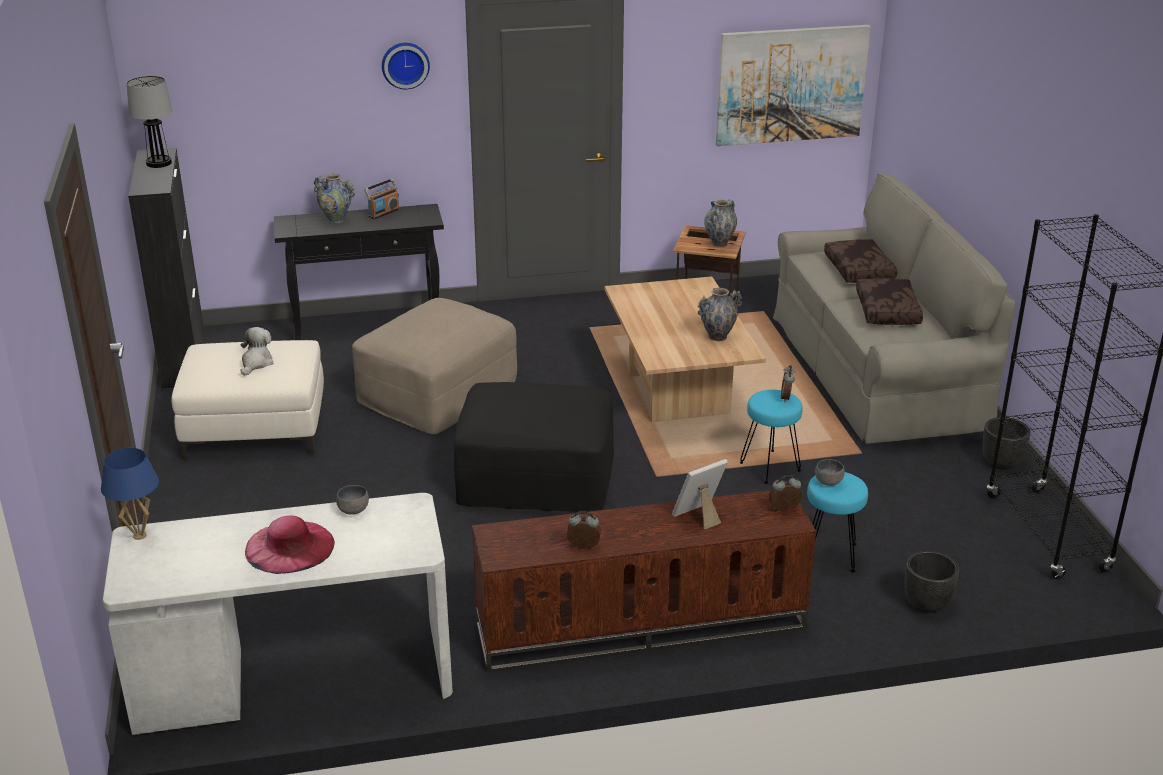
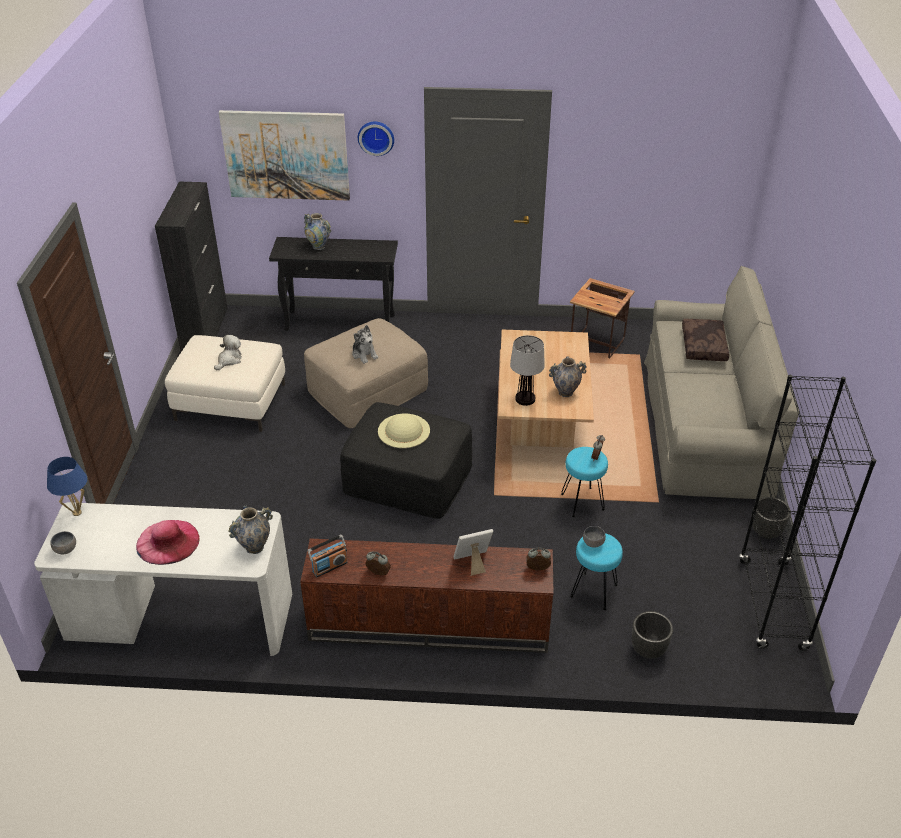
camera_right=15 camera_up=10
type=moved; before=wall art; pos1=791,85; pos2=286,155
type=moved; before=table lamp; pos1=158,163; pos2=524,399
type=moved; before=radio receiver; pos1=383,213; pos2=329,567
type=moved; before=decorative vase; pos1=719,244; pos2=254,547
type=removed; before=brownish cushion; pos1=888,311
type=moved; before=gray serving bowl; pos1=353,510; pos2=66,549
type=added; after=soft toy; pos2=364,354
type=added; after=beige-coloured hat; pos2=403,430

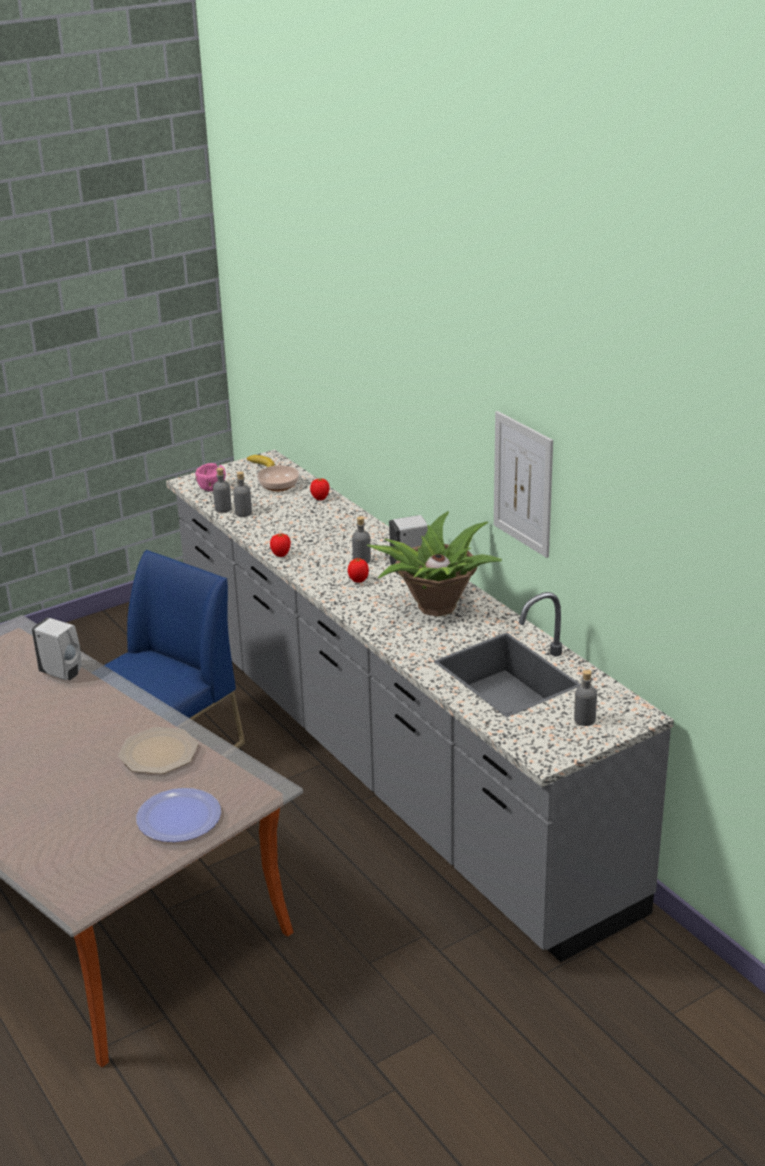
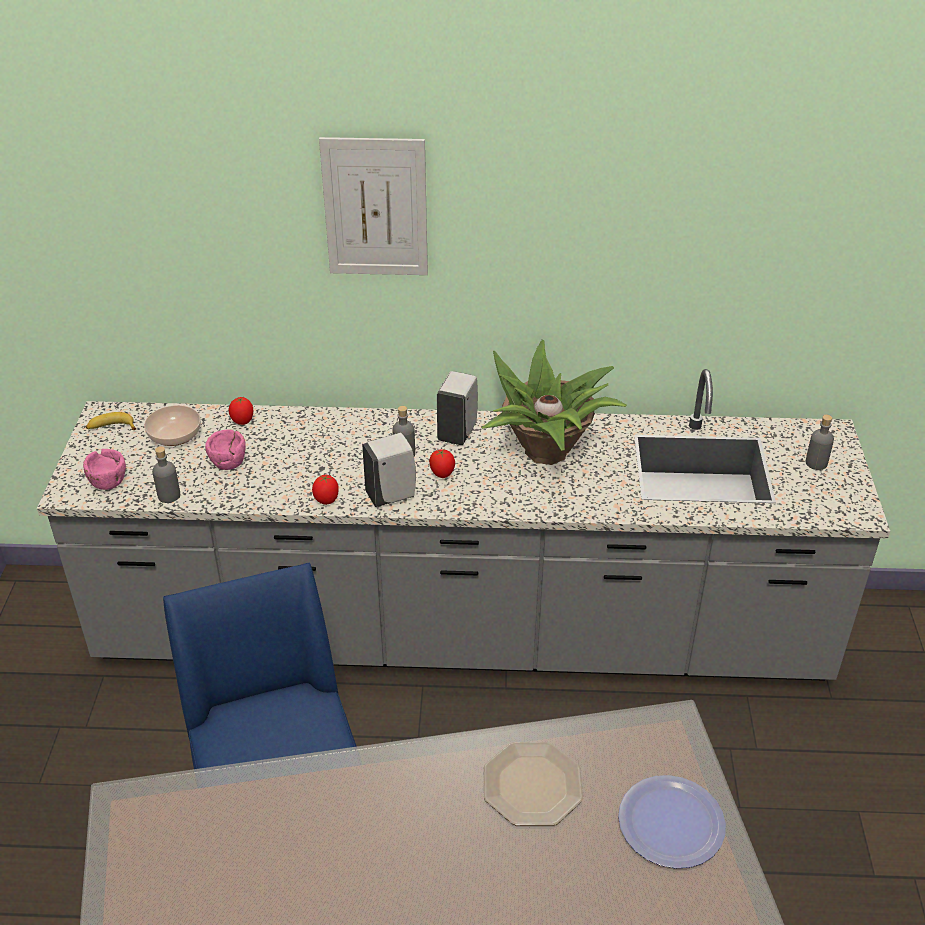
camera_right=-55 camera_up=10
type=moved; before=wall art; pos1=523,484; pos2=375,208
type=removed; before=gray bottle; pos1=243,513
type=moved; before=whitish soap bottle; pos1=62,673; pos2=392,495
type=added; after=pinkish serving bowl; pos2=228,462

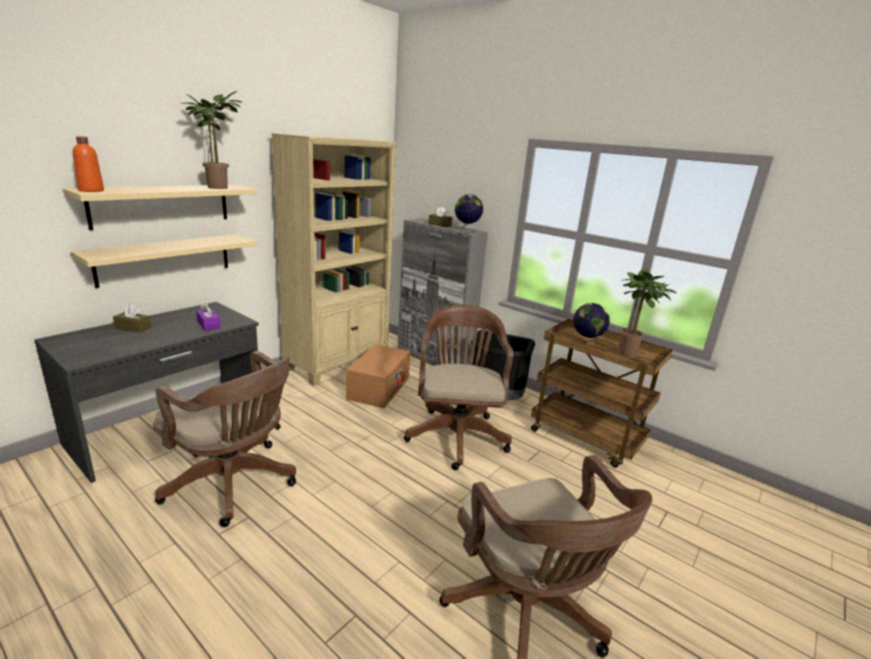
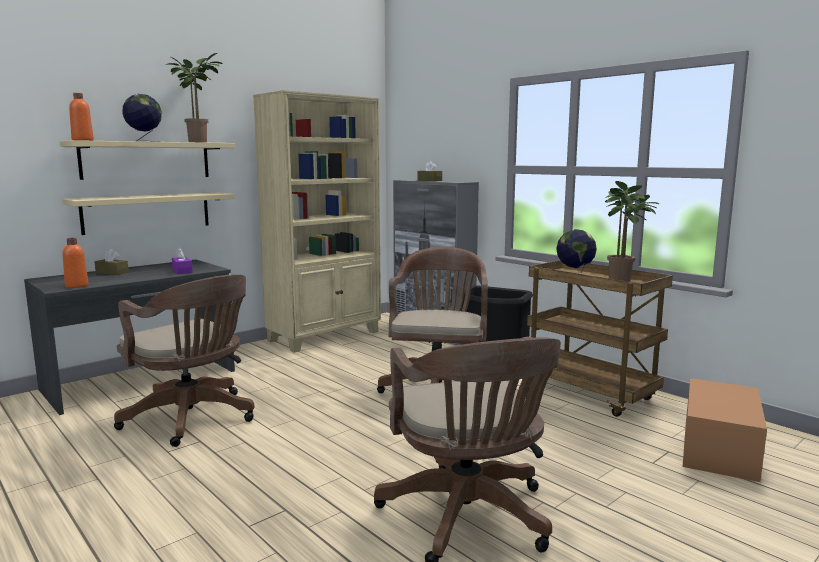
camera_right=10 camera_up=-10
type=moved; before=desk globe; pos1=466,231; pos2=144,141
type=moved; before=cardboard box; pos1=378,388; pos2=719,449
type=added; after=orange-coloured bottle; pos2=77,286

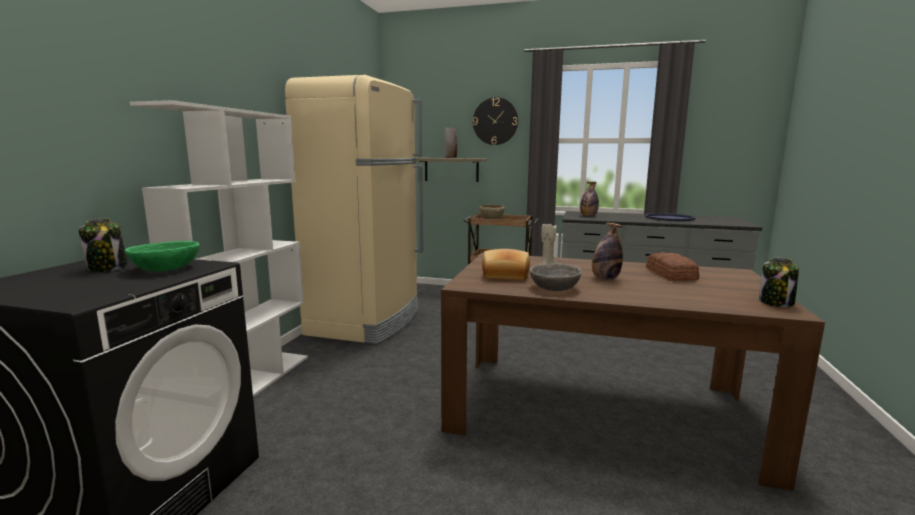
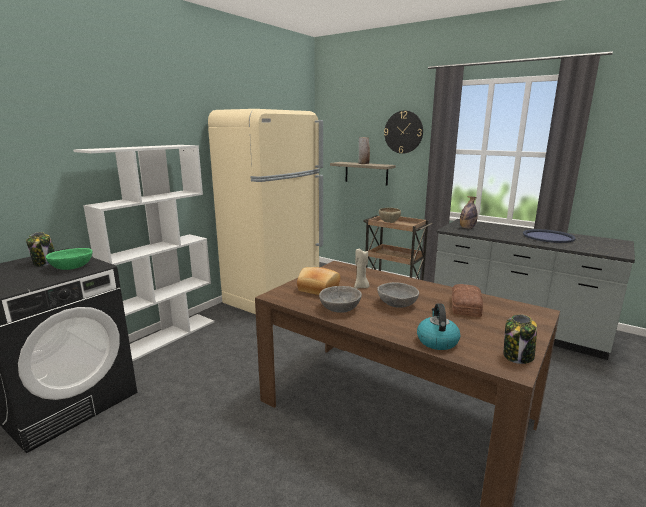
camera_right=20 camera_up=5
type=replaced; before=bottle; after=gray serving bowl; pos1=605,279; pos2=396,304
type=added; after=water kettle; pos2=437,341

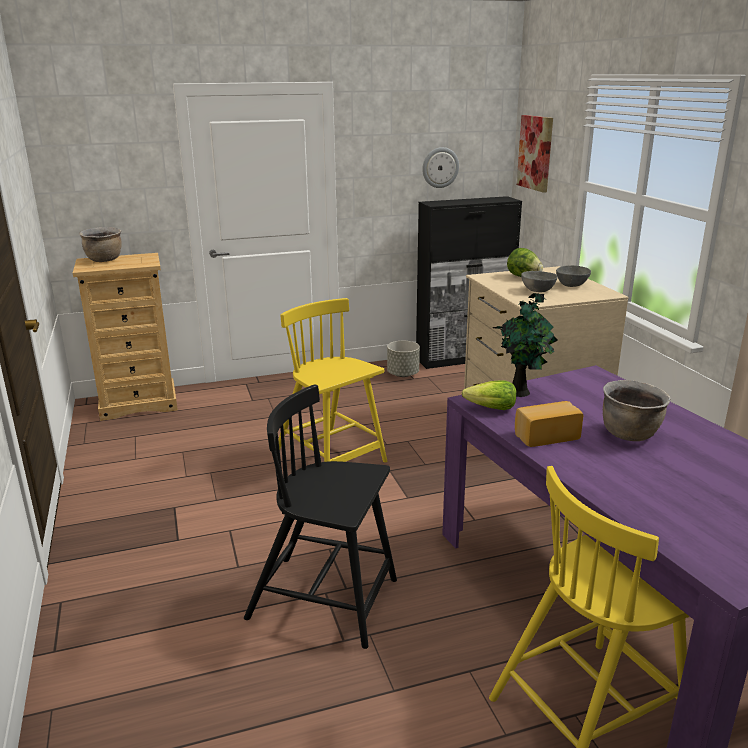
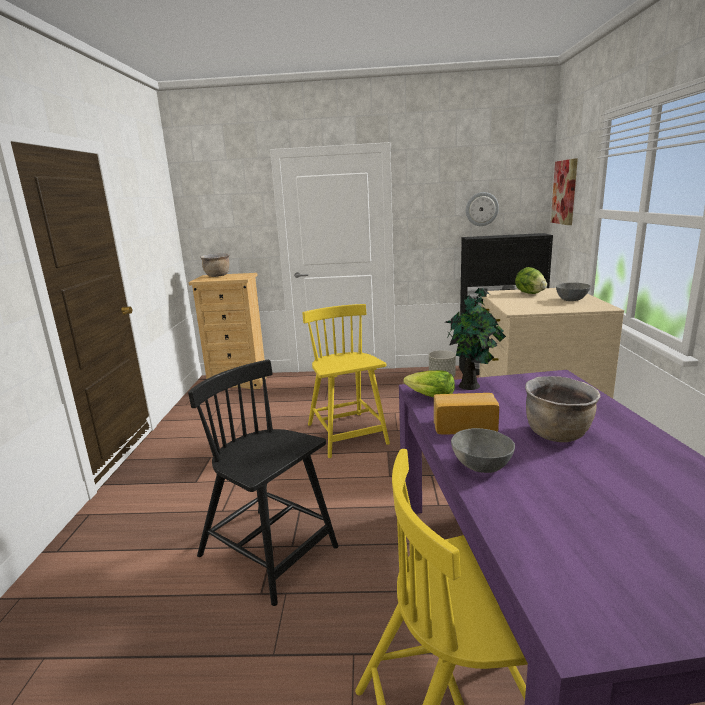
camera_right=20 camera_up=-5
type=moved; before=gray serving bowl; pos1=537,290; pos2=480,466

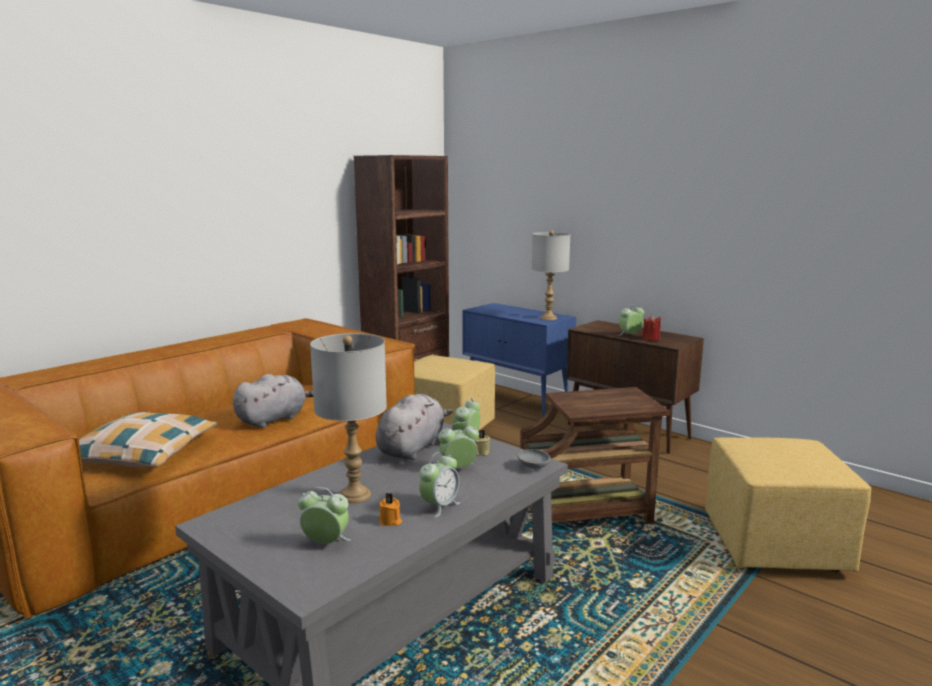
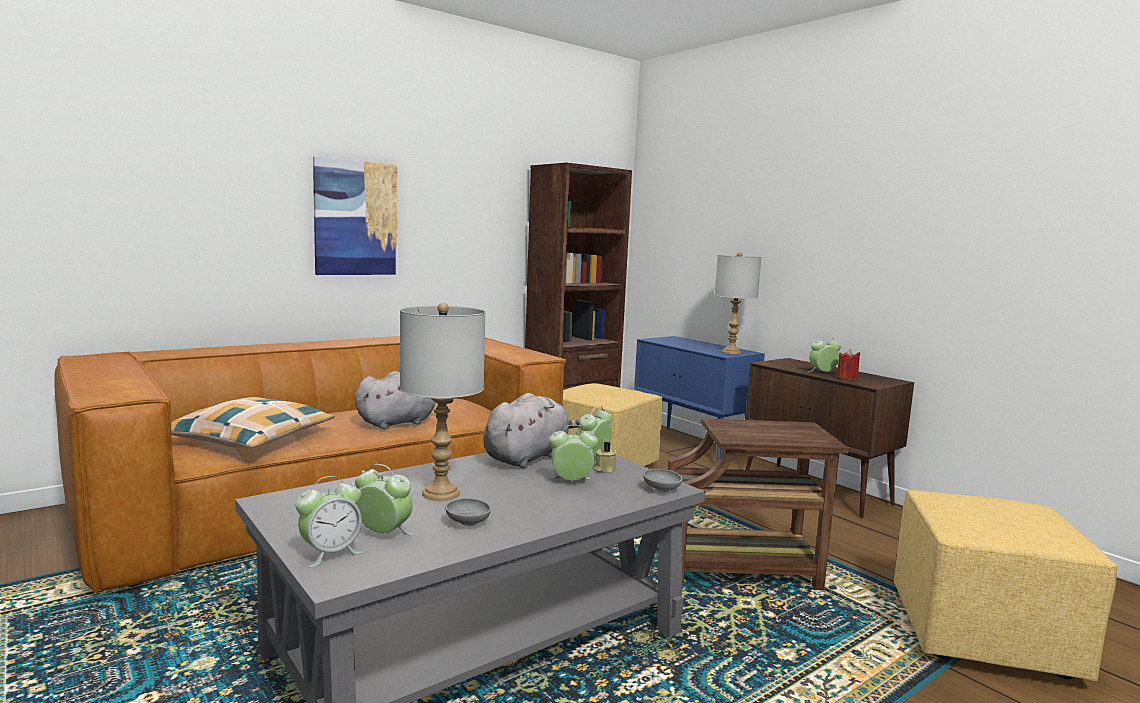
camera_right=10 camera_up=-5
type=moved; before=table clock; pos1=440,506; pos2=330,554
type=replaced; before=orange-coloured wax light; after=gray serving bowl; pos1=390,521; pos2=468,522
type=added; after=wall art; pos2=356,218

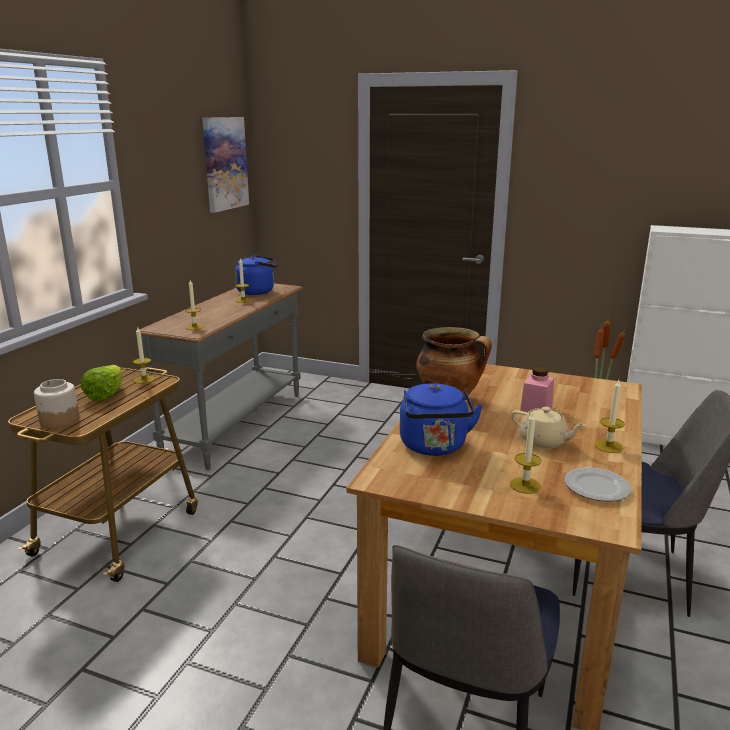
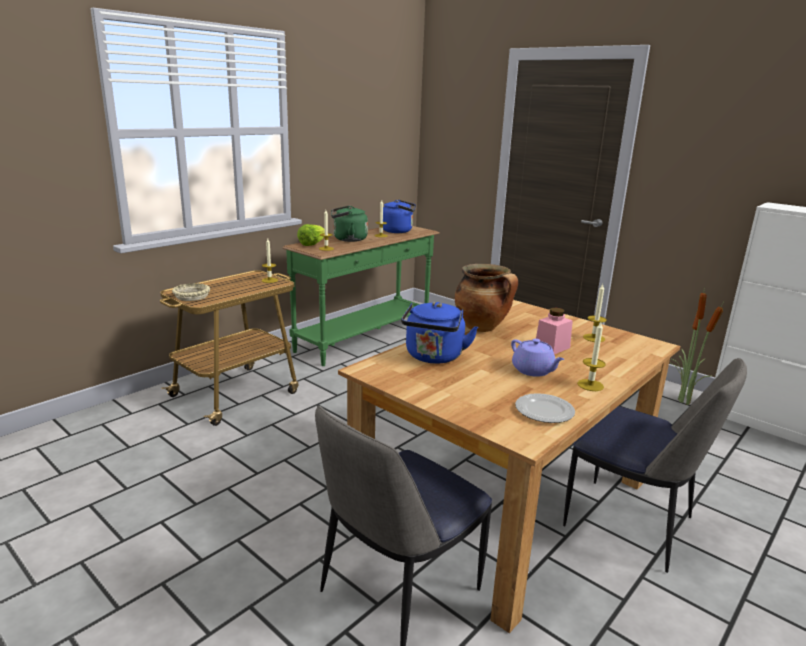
camera_right=20 camera_up=0
type=removed; before=wall art; pos1=225,163
type=recoloured; before=gray narrow table; after=green-coloured narrow table; pos1=237,424; pos2=365,338
type=moved; before=lettuce head; pos1=106,395; pos2=312,244
type=replaced; before=preserve jar; after=beige-coloured serving bowl; pos1=59,420; pos2=191,296
type=recoloured; before=beige-coloured pot for tea; after=purplish pot for tea; pos1=544,441; pos2=533,371
type=moved; before=wax light; pos1=525,485; pos2=594,338
type=added; after=green-coloured water kettle; pos2=348,239

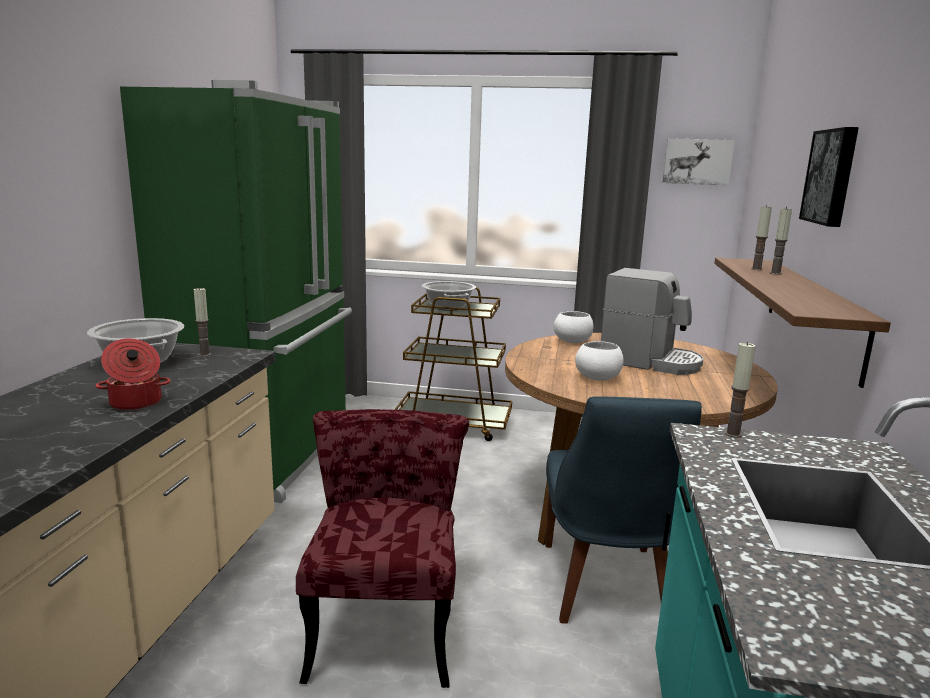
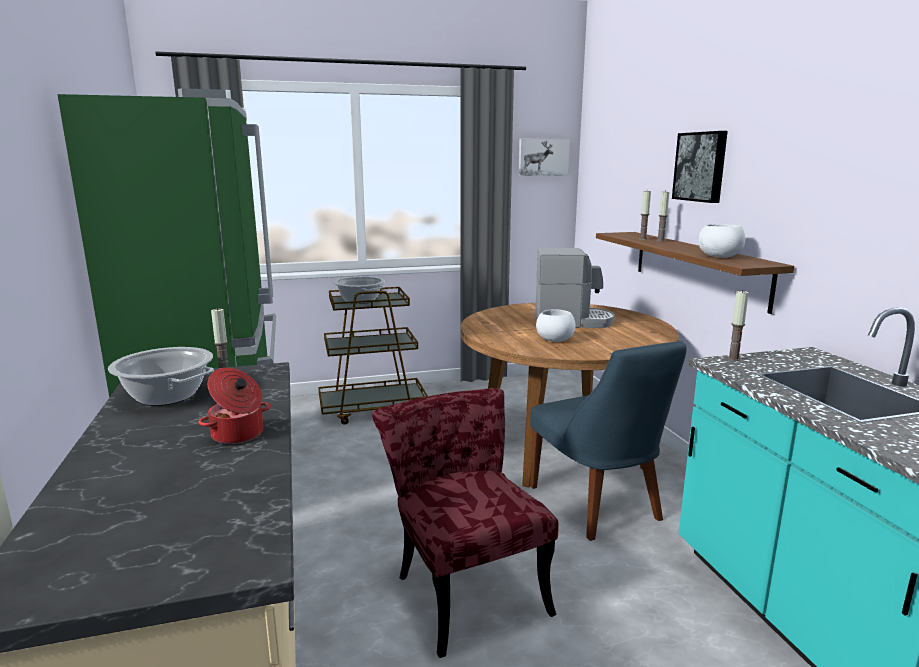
camera_right=-25 camera_up=0
type=moved; before=whitish serving bowl; pos1=572,341; pos2=719,256

